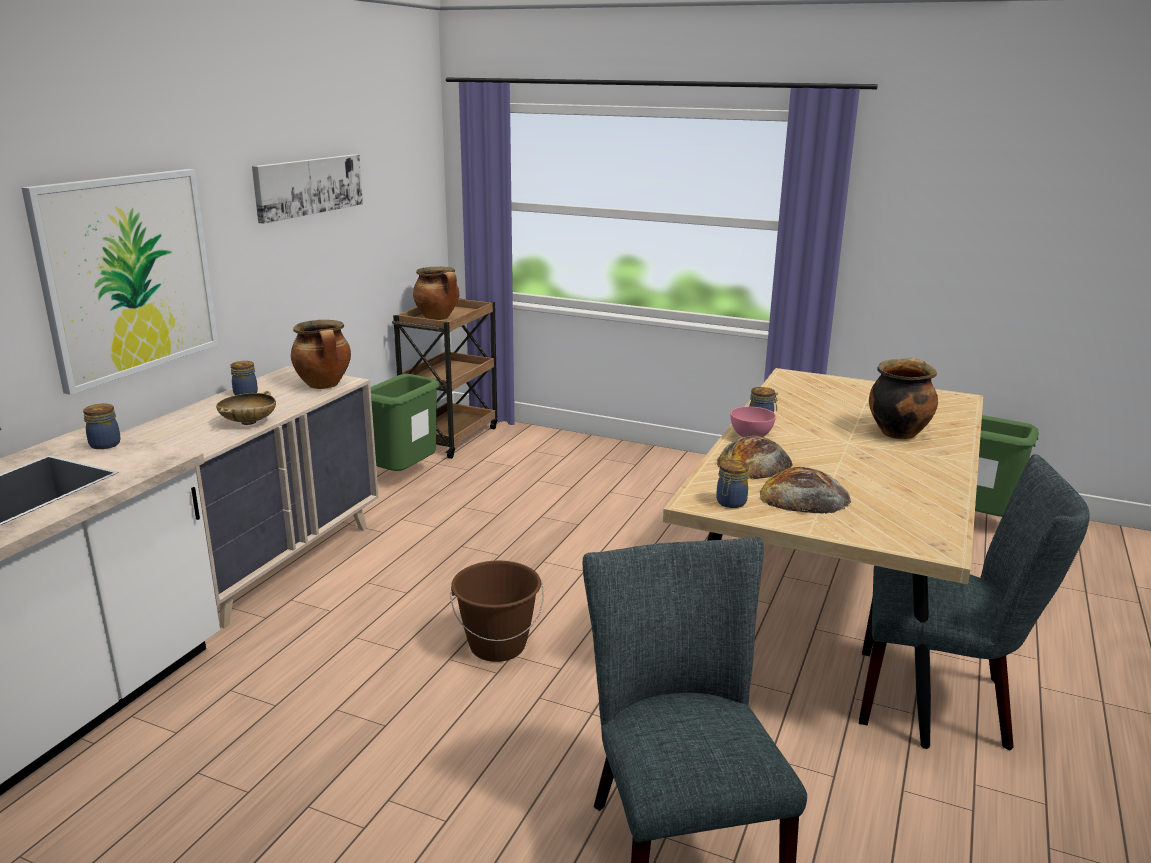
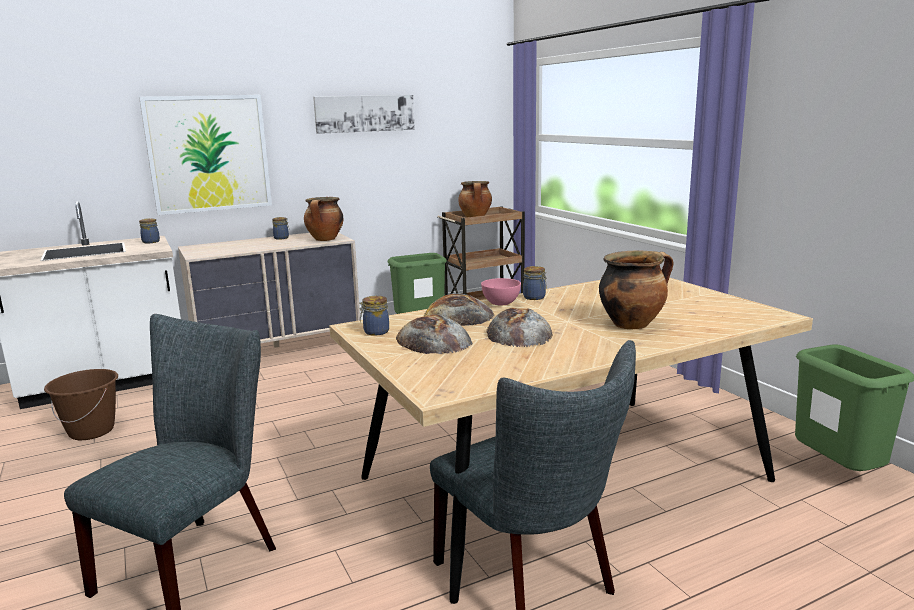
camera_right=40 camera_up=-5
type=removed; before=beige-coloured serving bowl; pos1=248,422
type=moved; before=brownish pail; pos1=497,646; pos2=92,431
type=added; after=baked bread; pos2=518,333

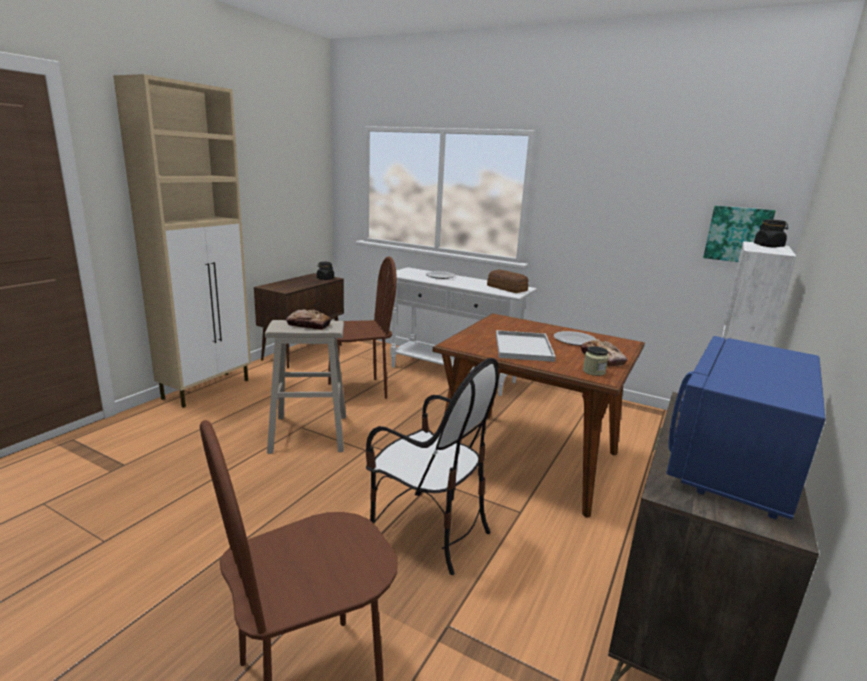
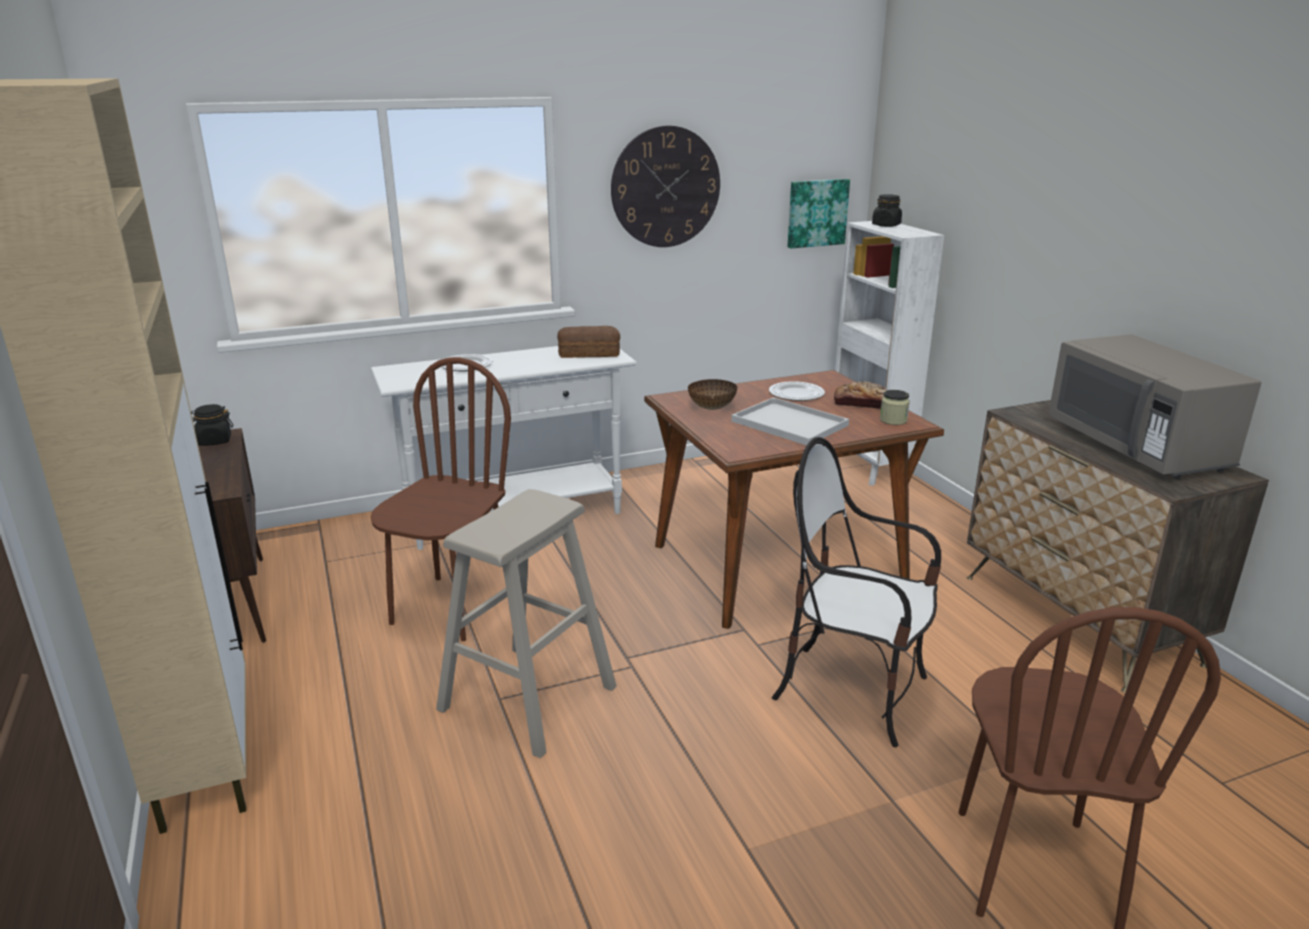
camera_right=-50 camera_up=5
type=removed; before=baked bread; pos1=308,325
type=recoloured; before=blue-coloured microwave oven; after=gray microwave oven; pos1=733,462; pos2=1135,447
type=turned; before=upright chair; pos1=428,532; pos2=852,691; turn=-135
type=added; after=wall clock; pos2=665,187
type=added; after=serving bowl; pos2=711,408

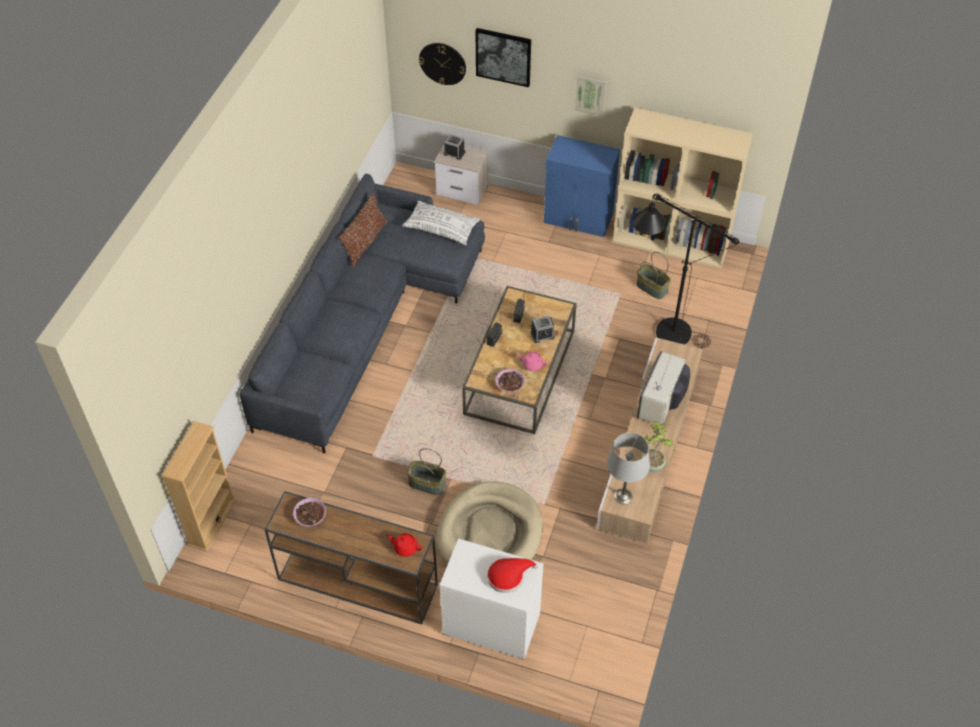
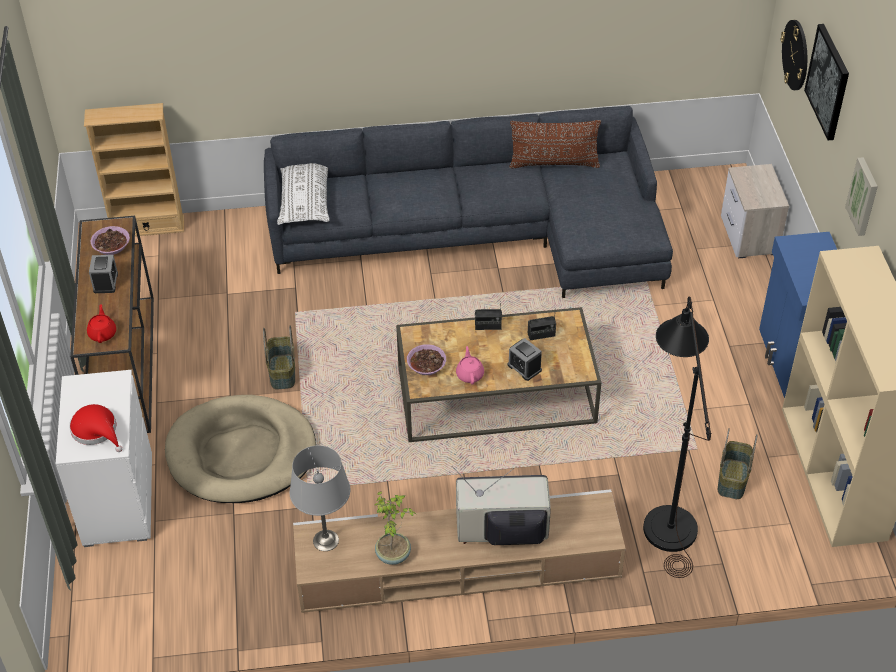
camera_right=65 camera_up=-5
type=moved; before=table clock; pos1=454,153; pos2=105,282
type=moved; before=whitish cushion; pos1=441,228; pos2=304,200

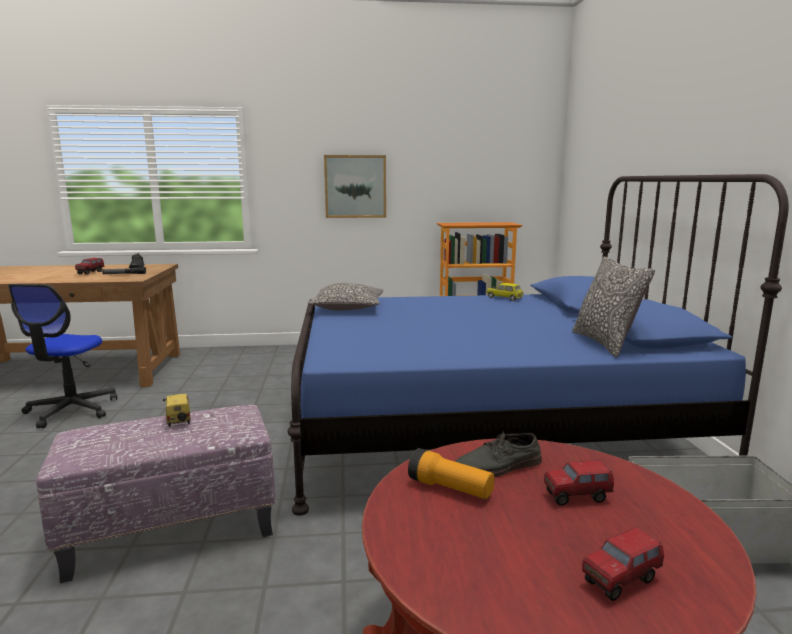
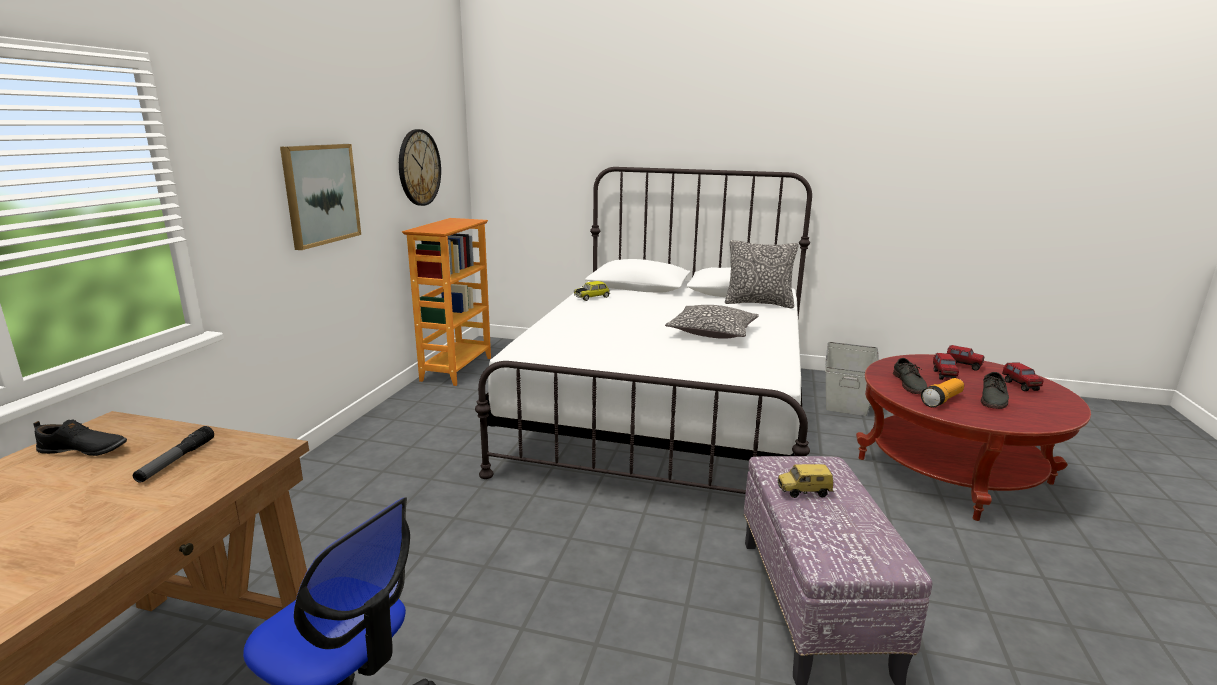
camera_right=-70 camera_up=5
type=recoloured; before=blue-coloured bed; after=whitish bed; pos1=485,427; pos2=666,413
type=moved; before=toy truck; pos1=91,273; pos2=963,366
type=moved; before=cushion; pos1=348,307; pos2=712,332
type=added; after=wall clock; pos2=419,167
type=added; after=gray shoe; pos2=993,399

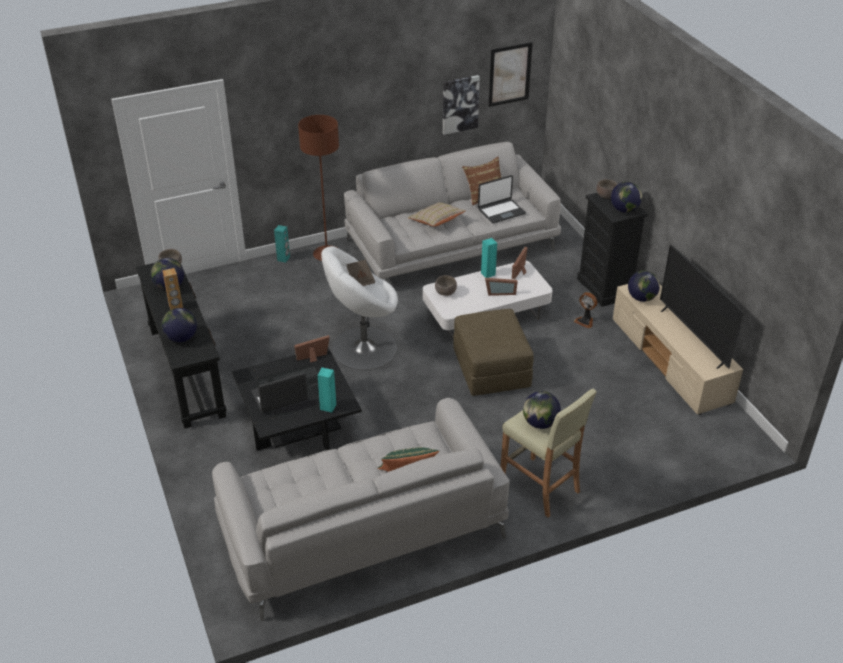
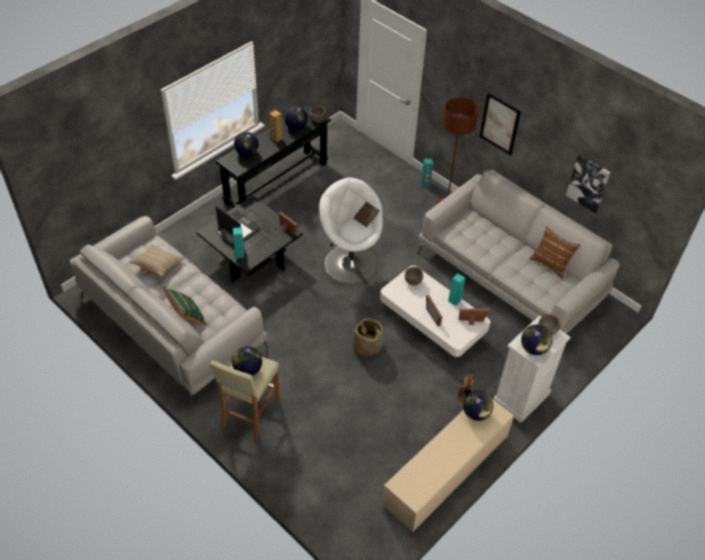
camera_right=65 camera_up=10
type=moved; before=wall art; pos1=509,74; pos2=500,124
type=removed; before=notebook computer; pos1=501,211
type=recoloured; before=blackish dresser; after=whitish dresser; pos1=605,288; pos2=521,398
type=moved; before=beige-coloured cushion; pos1=436,221; pos2=158,265
type=removed; before=television; pos1=693,337
type=replaced; before=brownish pouffe; after=storage basket; pos1=491,369; pos2=367,346

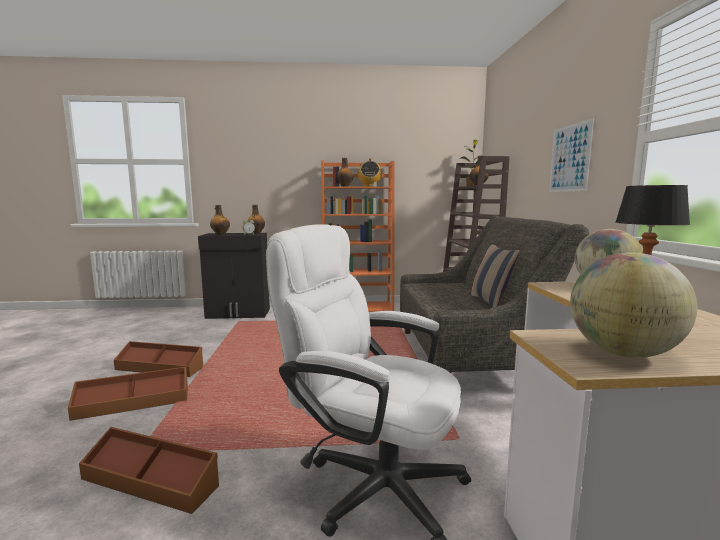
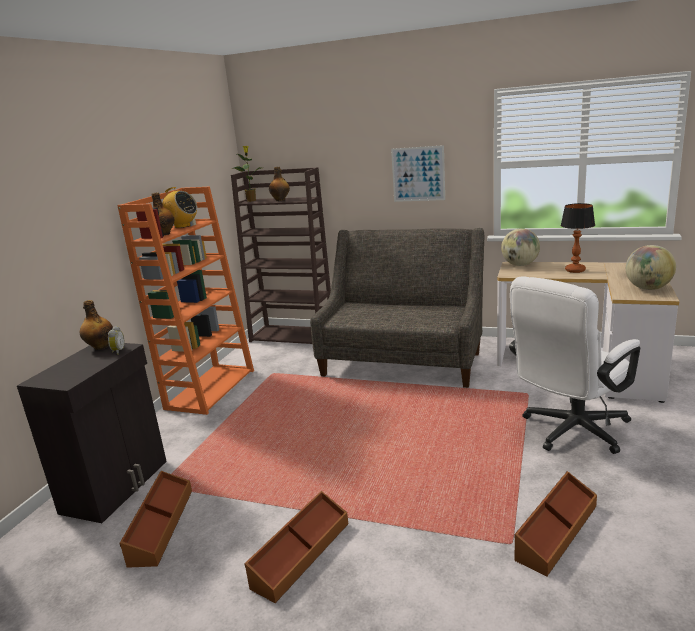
camera_right=-65 camera_up=10
type=removed; before=bottle; pos1=220,234
type=removed; before=cushion; pos1=490,301
type=moved; before=brownish storage container; pos1=133,403; pos2=160,526

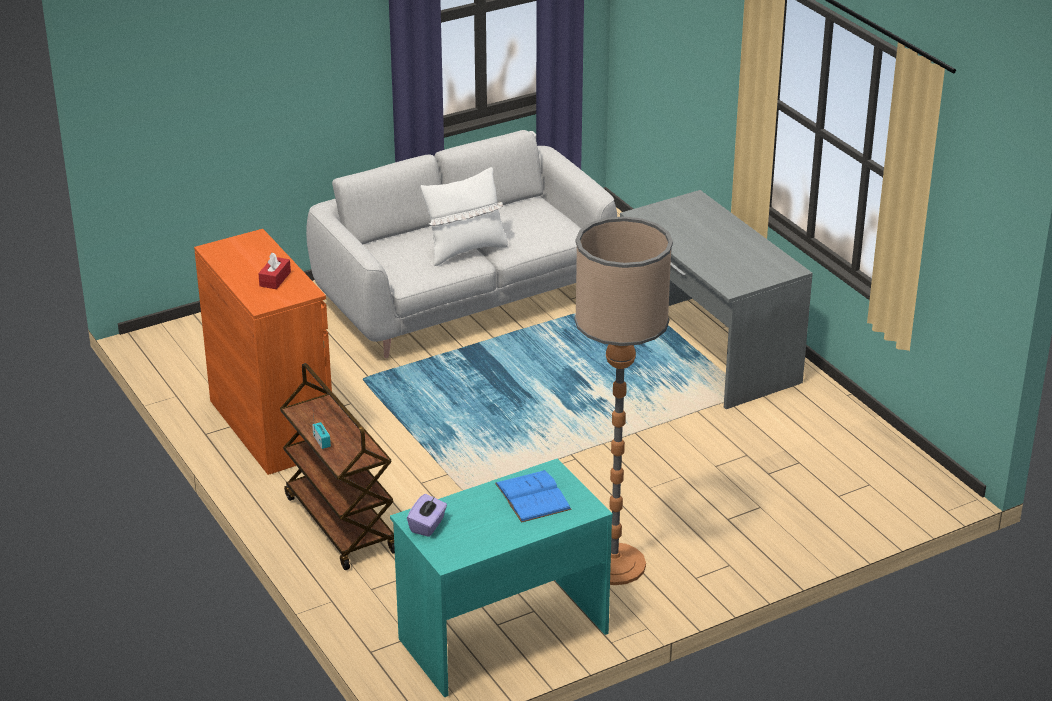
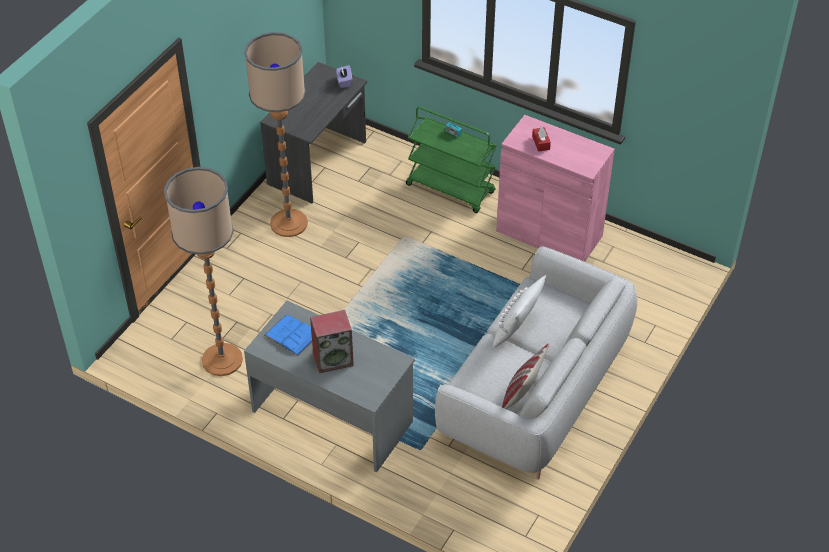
camera_right=150 camera_up=15
type=recoloured; before=orange-coloured cupboard; after=pinkish cupboard; pos1=271,426; pos2=549,233
type=recoloured; before=brownish wheeled cart; after=green-coloured wheeled cart; pos1=339,524; pos2=451,189
type=recoloured; before=blue-green desk unit; after=gray desk unit; pos1=501,635; pos2=318,163
type=moved; before=blue-coloured book; pos1=532,496; pos2=291,335
type=added; after=standard lamp; pos2=222,359
type=added; after=audio speaker; pos2=333,358
type=added; after=cushion; pos2=522,393

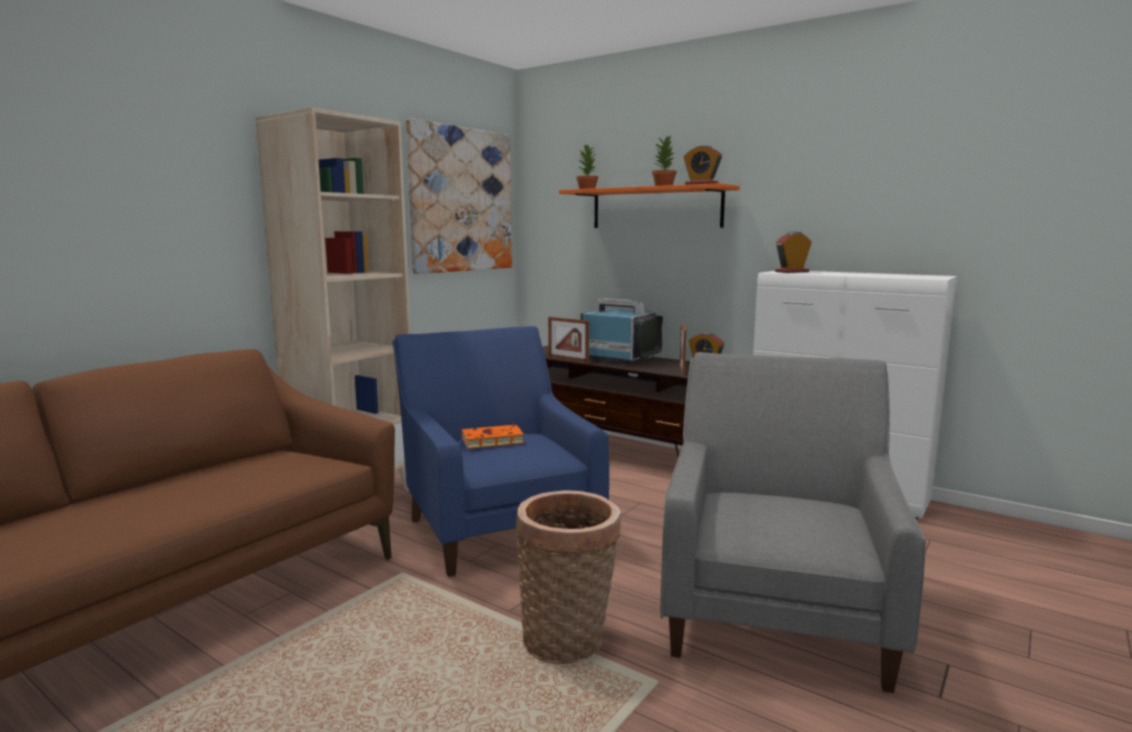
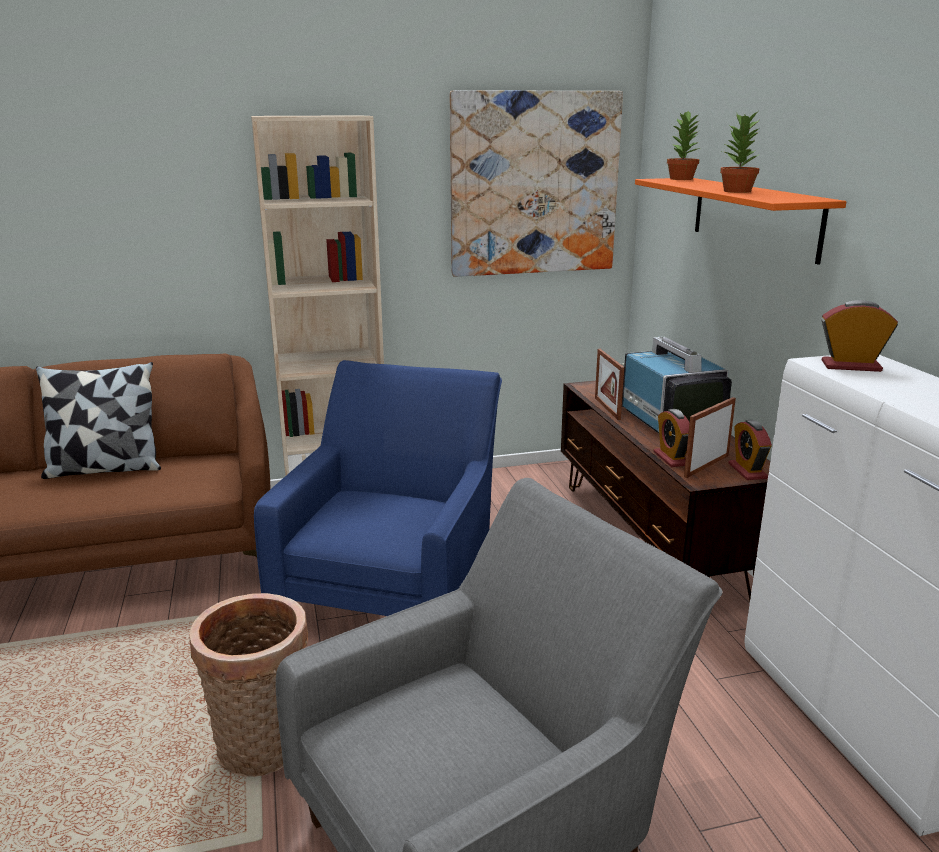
camera_right=40 camera_up=10
type=moved; before=table clock; pos1=701,184; pos2=671,458
type=removed; before=orange-coloured book; pos1=490,441
type=added; after=cushion; pos2=105,468

